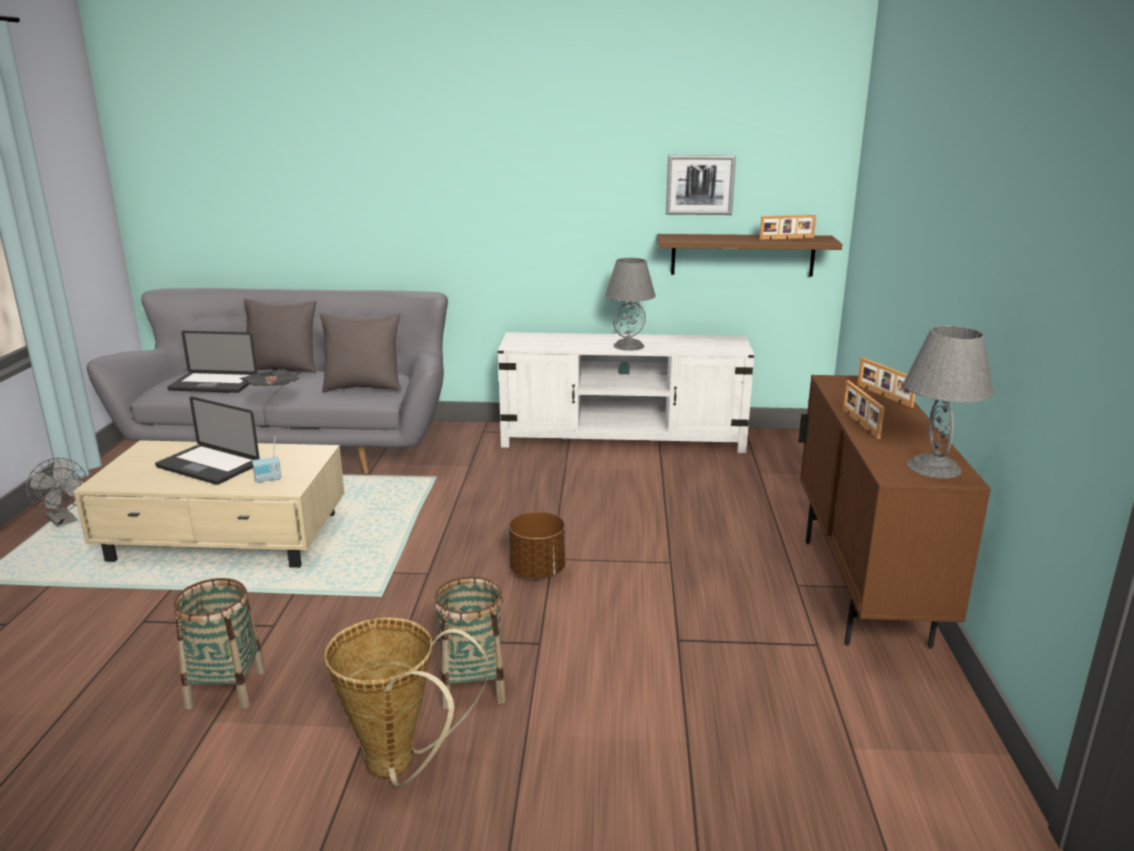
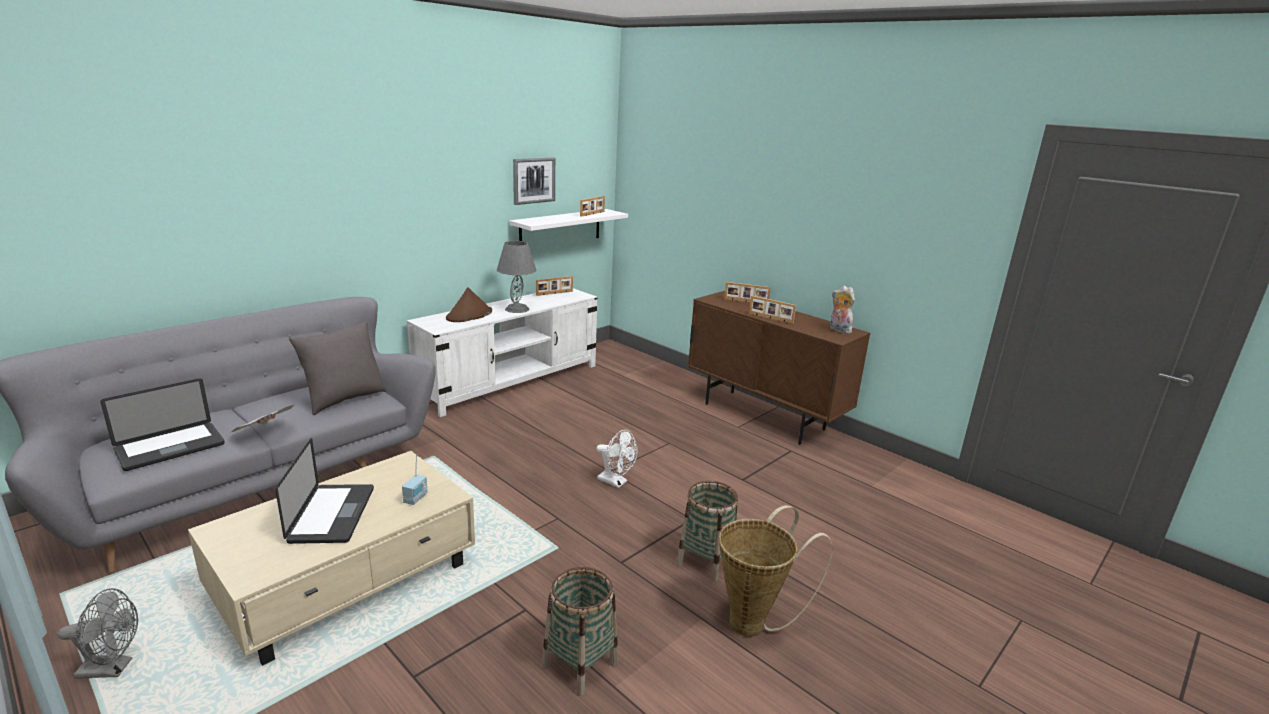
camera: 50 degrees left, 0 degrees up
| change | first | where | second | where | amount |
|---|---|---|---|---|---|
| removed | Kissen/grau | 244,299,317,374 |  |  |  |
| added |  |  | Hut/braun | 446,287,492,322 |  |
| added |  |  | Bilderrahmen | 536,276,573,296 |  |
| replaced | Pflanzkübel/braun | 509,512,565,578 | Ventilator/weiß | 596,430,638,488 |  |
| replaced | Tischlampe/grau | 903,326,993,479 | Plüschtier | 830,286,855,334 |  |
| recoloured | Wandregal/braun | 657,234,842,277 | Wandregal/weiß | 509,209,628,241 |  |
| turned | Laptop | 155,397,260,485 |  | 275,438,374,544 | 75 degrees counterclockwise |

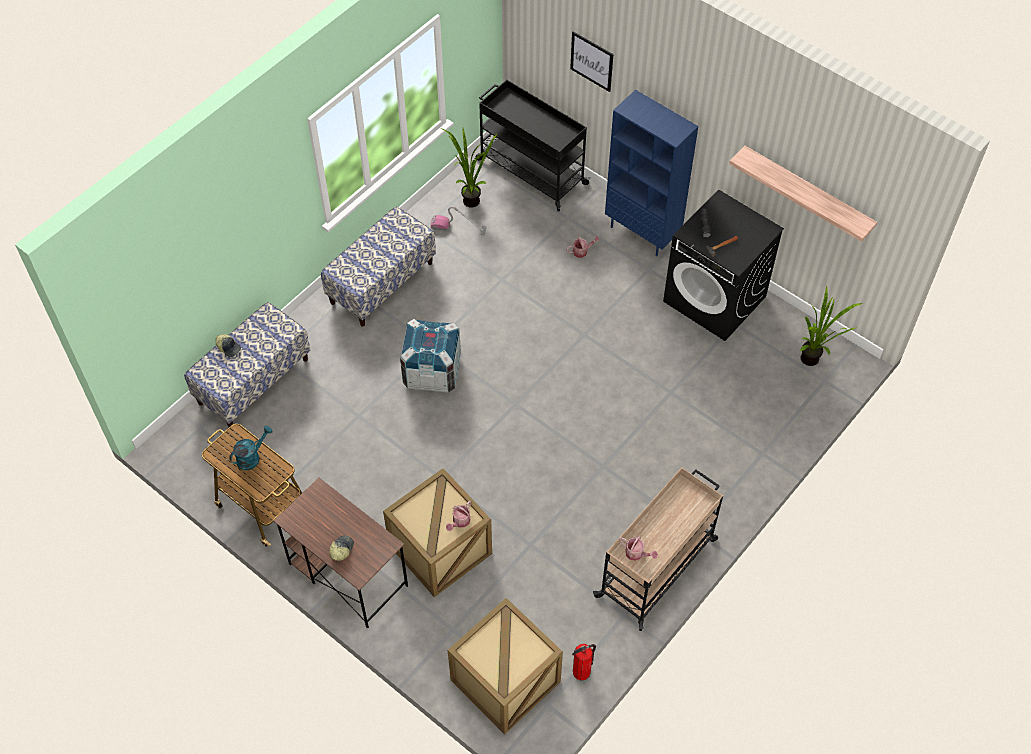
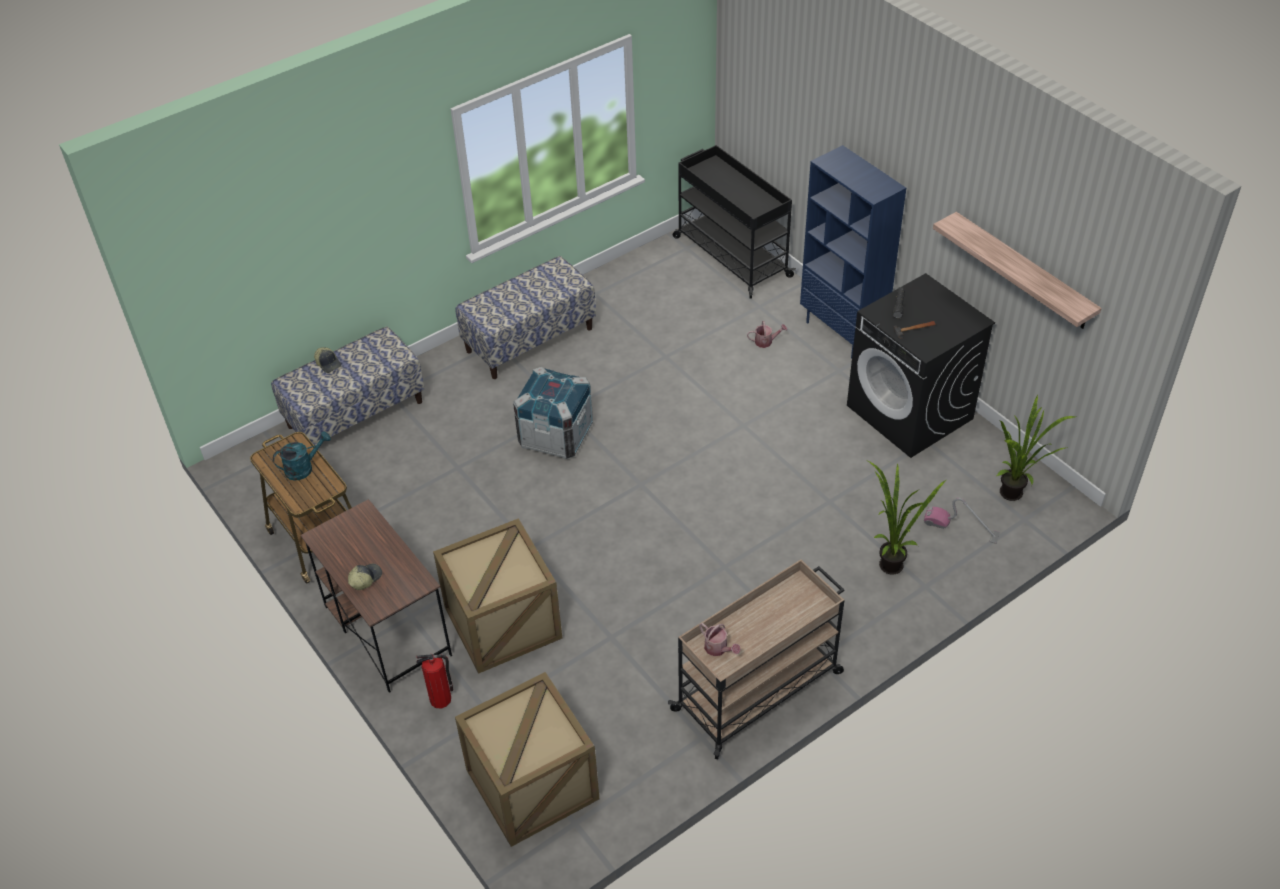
camera: 15 degrees right, 10 degrees down
| change | first | where | second | where | amount |
|---|---|---|---|---|---|
| removed | Gießkanne | 446,501,471,531 |  |  |  |
| removed | Bild | 570,31,613,92 |  |  |  |
| moved | Staubsauger | 431,206,487,235 |  | 924,498,1000,544 |  |
| moved | Topfpflanze | 442,128,498,208 |  | 868,461,946,575 |  |
| moved | Feuerlöscher | 572,644,596,681 |  | 416,654,453,709 |  |

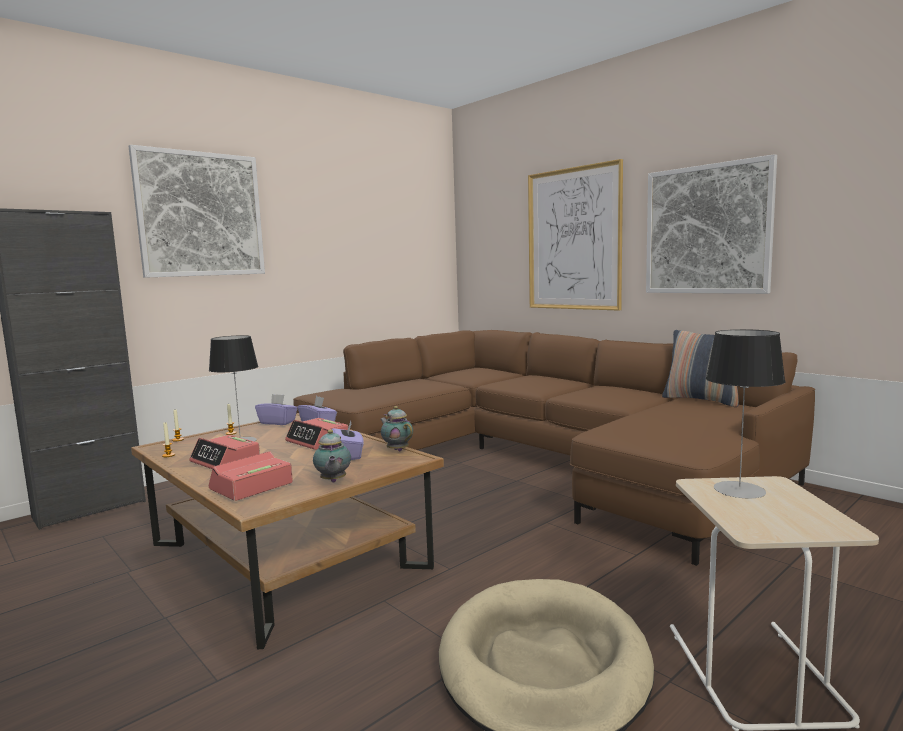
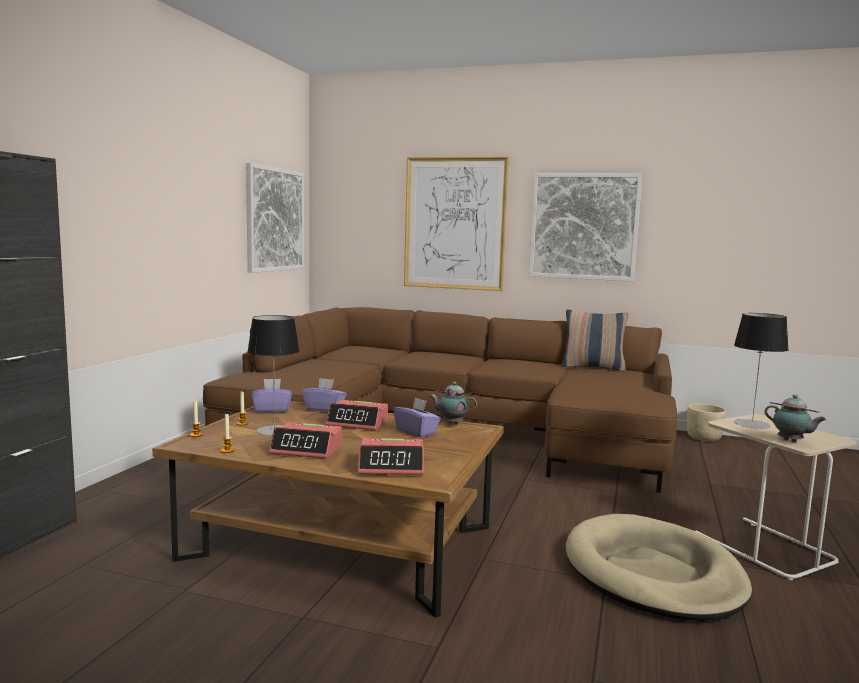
camera: 30 degrees left, 0 degrees up
| change | first | where | second | where | amount |
|---|---|---|---|---|---|
| added |  |  | Pflanzkübel/beige | 687,404,726,442 |  |
| moved | Bild | 129,145,265,278 |  | 246,163,304,273 |  |
| moved | Teekanne | 313,429,351,482 |  | 764,394,826,442 |  |
| turned | Wecker | 209,451,293,501 |  | 358,438,424,475 | 105 degrees counterclockwise |

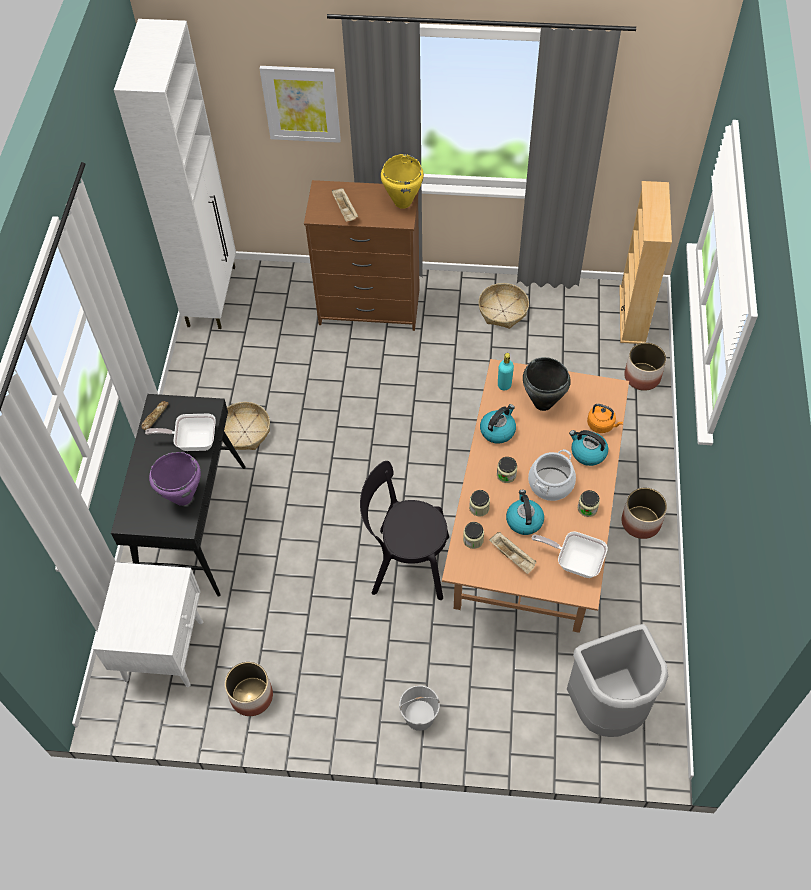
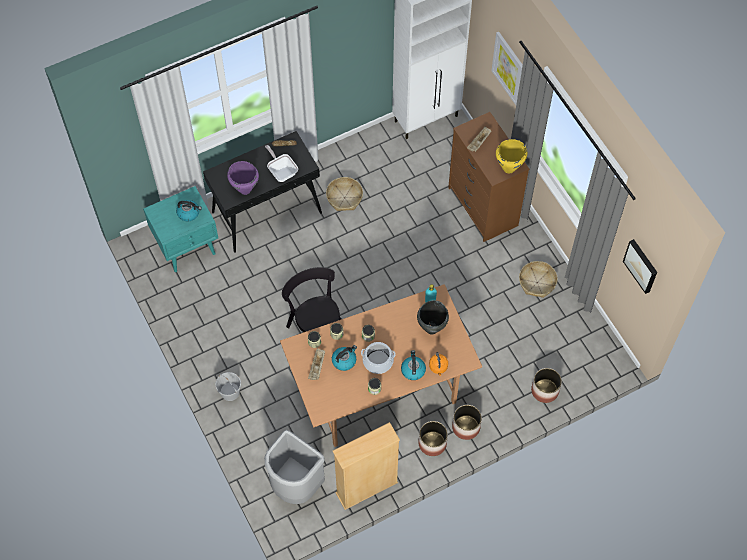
camera: 55 degrees right, 5 degrees up
| change | first | where | second | where | amount |
|---|---|---|---|---|---|
| removed | Pfanne | 531,531,608,578 |  |  |  |
| added |  |  | Bild | 623,239,657,294 |  |
| moved | Pflanzkübel | 225,662,273,716 |  | 452,405,482,440 |  |
| moved | Wasserkessel | 480,404,516,444 |  | 176,200,202,221 |  |
| moved | Bücherregal/beige | 619,181,672,344 |  | 333,422,400,510 |  |
| recoloured | Nachttisch/weiß | 93,562,203,687 | Nachttisch/türkis | 143,186,218,272 |  |

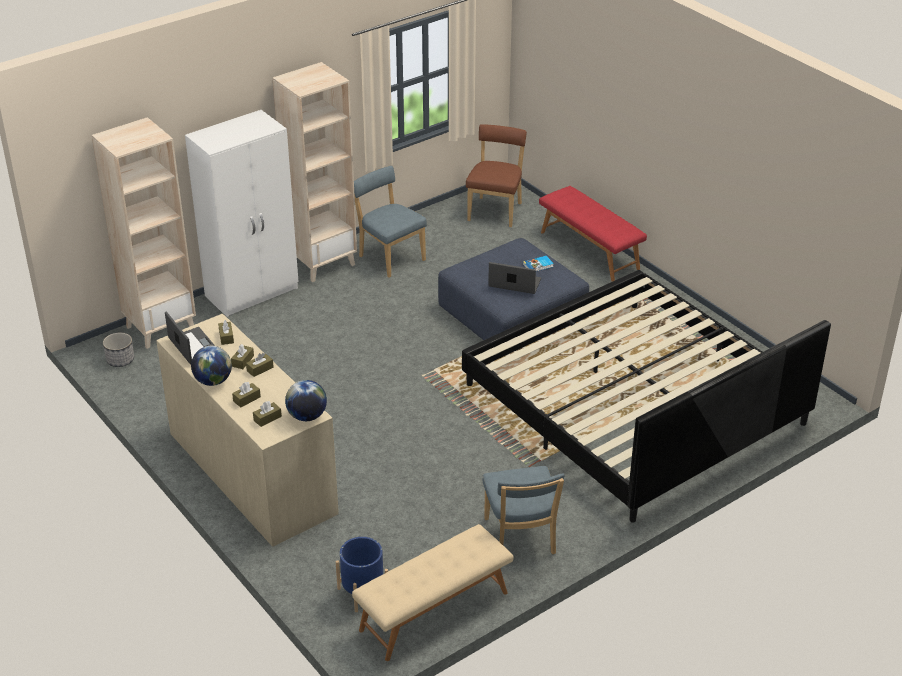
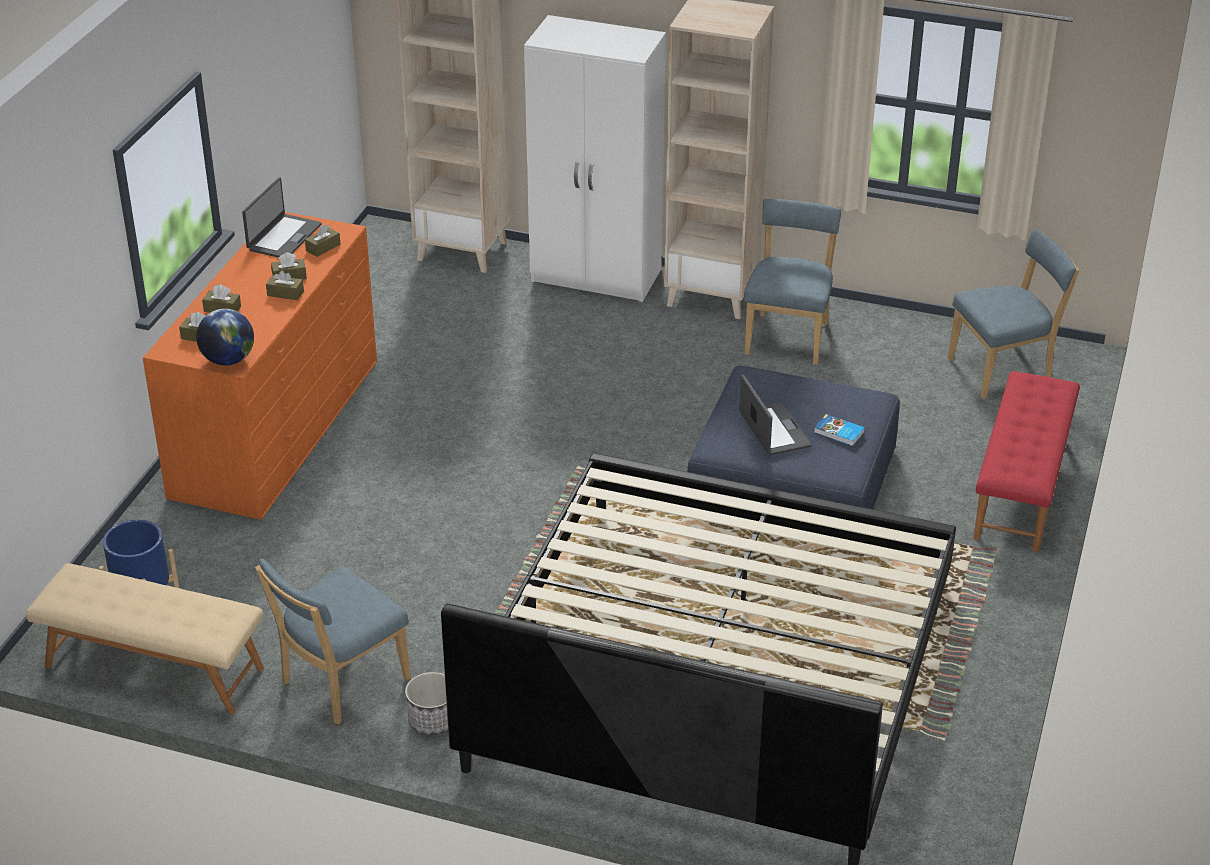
camera: 55 degrees right, 0 degrees up
| change | first | where | second | where | amount |
|---|---|---|---|---|---|
| removed | Globus | 191,346,232,386 |  |  |  |
| moved | Pflanzkübel | 103,333,134,367 |  | 405,672,448,735 |  |
| recoloured | Kommode/beige | 156,313,339,547 | Kommode/orange | 143,212,377,520 |  |
| recoloured | Stuhl/braun | 466,124,527,227 | Stuhl/blau | 948,229,1079,399 |  |

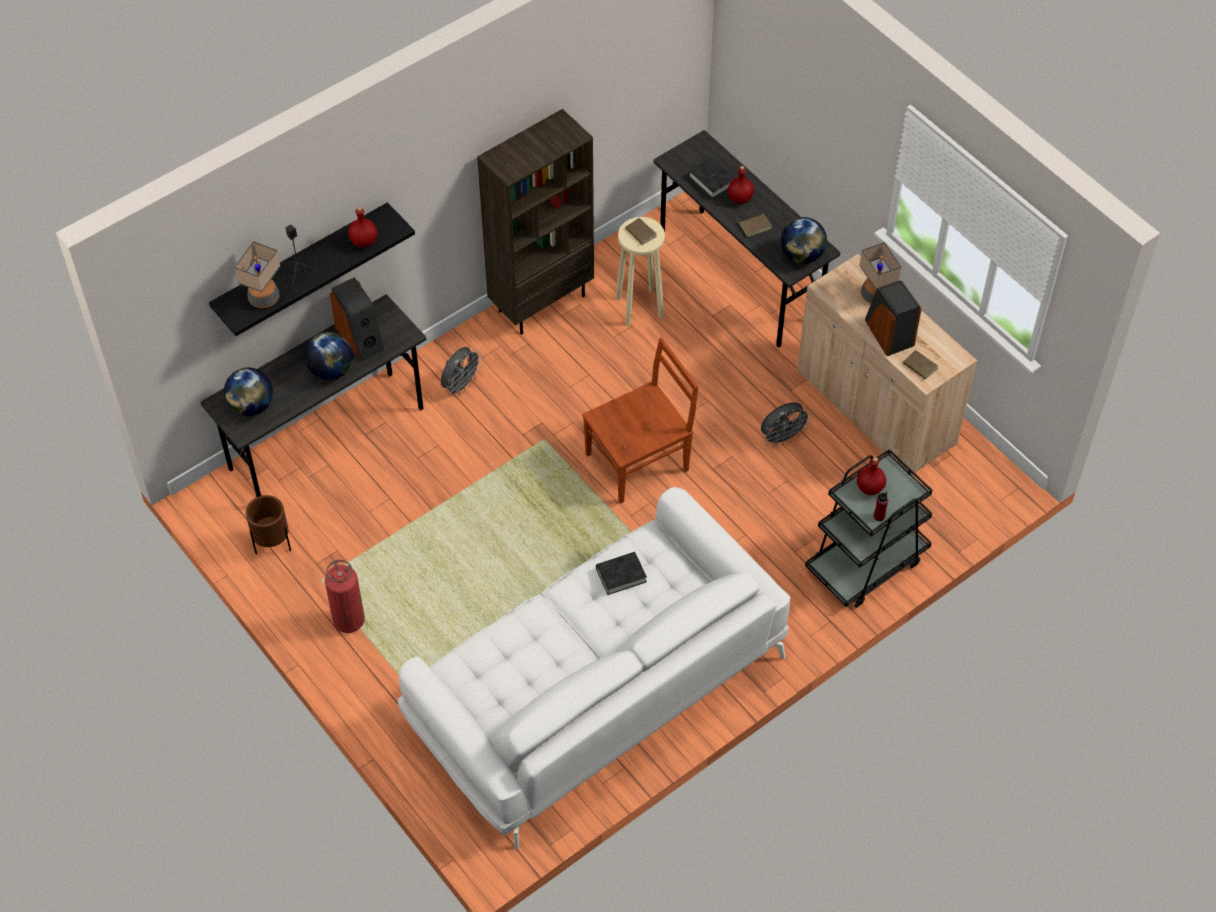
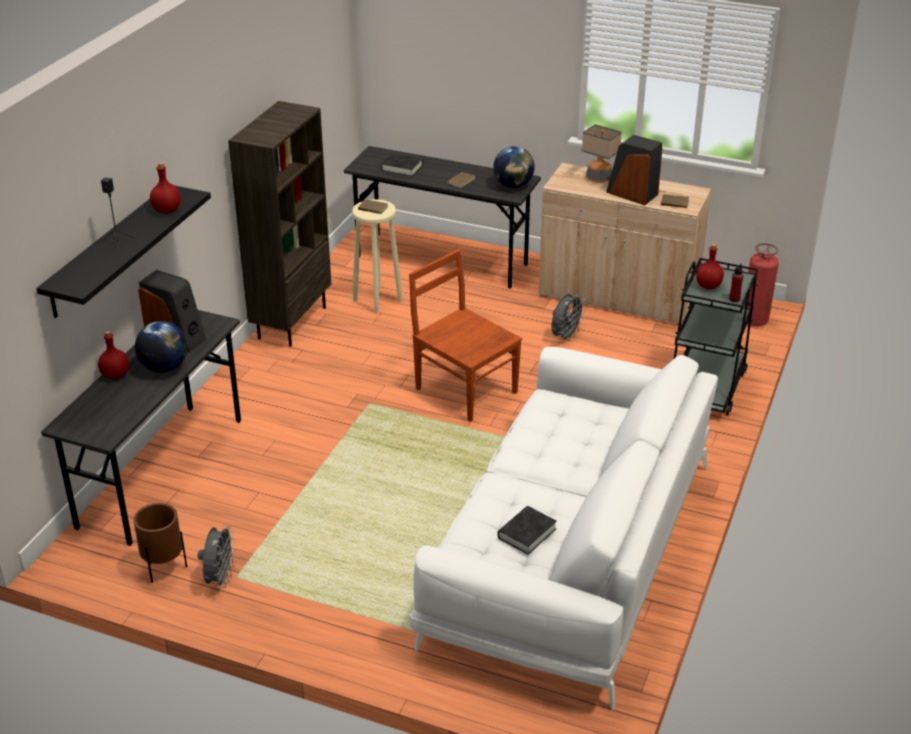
camera: 30 degrees left, 20 degrees down
| change | first | where | second | where | amount |
|---|---|---|---|---|---|
| removed | Globus | 224,368,273,416 |  |  |  |
| removed | Tischlampe | 234,241,280,308 |  |  |  |
| moved | Feuerlöscher | 325,560,365,633 |  | 744,243,779,326 |  |
| moved | Ventilator/grau | 441,347,482,396 |  | 198,525,235,588 |  |
| moved | Buch/schwarz | 596,552,647,595 |  | 498,506,557,555 |  |
| moved | Flasche/rot | 728,166,754,204 |  | 98,331,129,379 |  |
| turned | Stuhl/braun | 582,338,699,504 |  | 409,249,522,422 | 75 degrees counterclockwise |

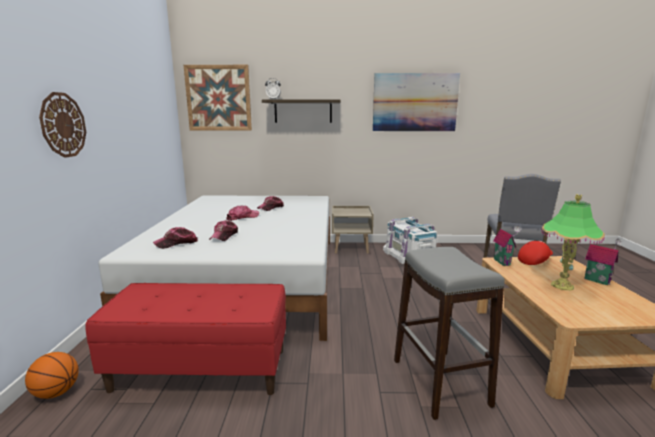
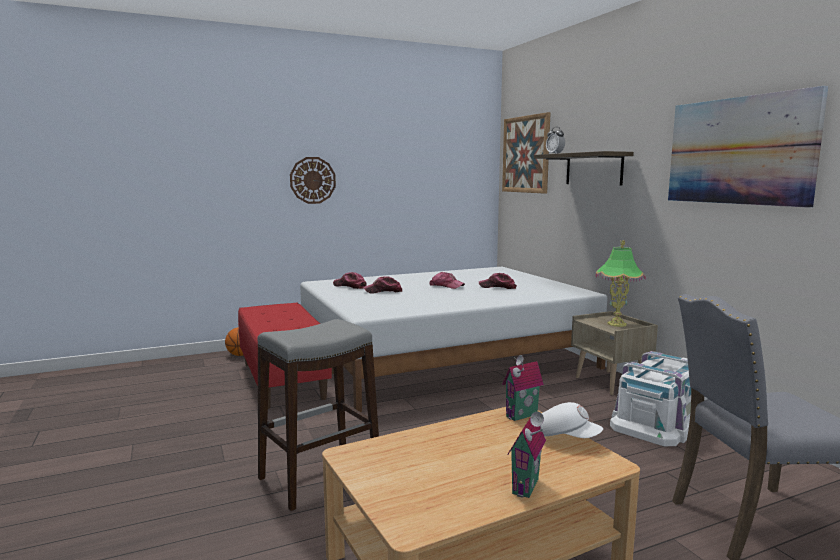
camera: 65 degrees right, 5 degrees down
| change | first | where | second | where | amount |
|---|---|---|---|---|---|
| moved | Tischlampe | 541,194,605,290 |  | 595,240,646,327 |  |
| recoloured | Kappe/rot | 518,241,553,265 | Kappe/weiß | 541,402,603,438 |  |

